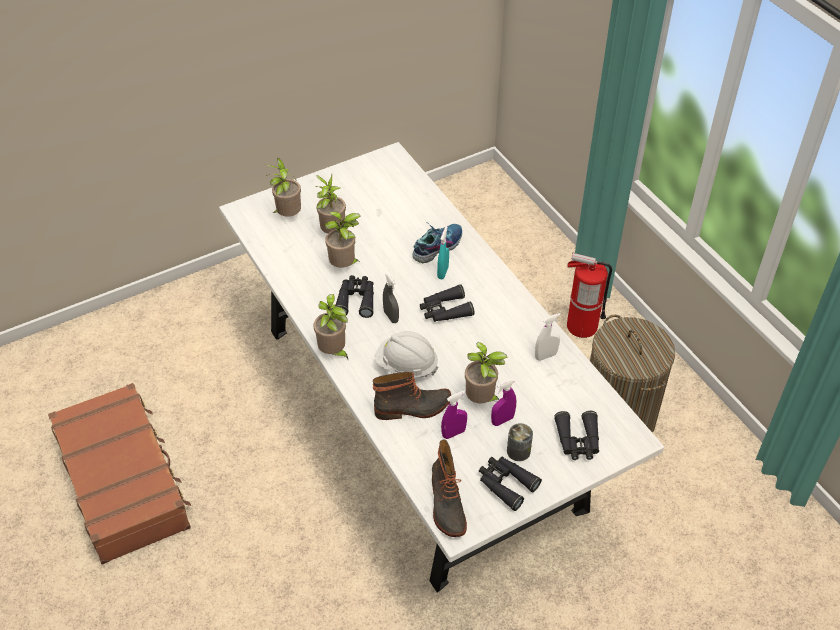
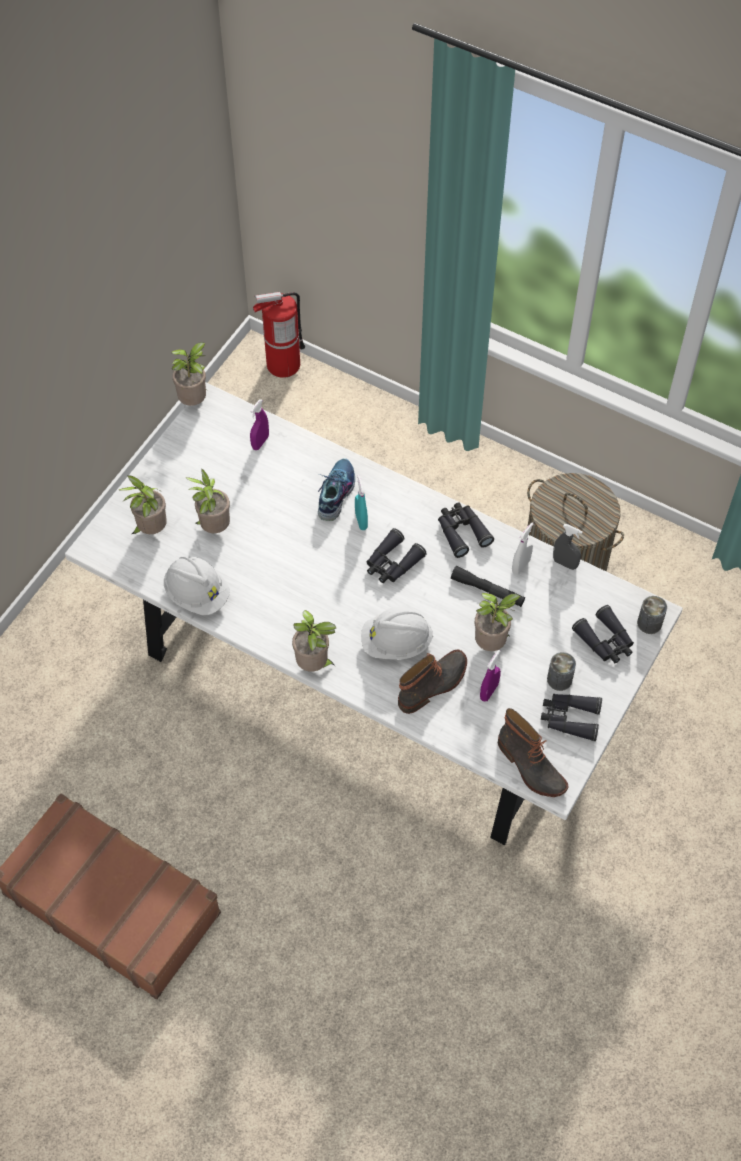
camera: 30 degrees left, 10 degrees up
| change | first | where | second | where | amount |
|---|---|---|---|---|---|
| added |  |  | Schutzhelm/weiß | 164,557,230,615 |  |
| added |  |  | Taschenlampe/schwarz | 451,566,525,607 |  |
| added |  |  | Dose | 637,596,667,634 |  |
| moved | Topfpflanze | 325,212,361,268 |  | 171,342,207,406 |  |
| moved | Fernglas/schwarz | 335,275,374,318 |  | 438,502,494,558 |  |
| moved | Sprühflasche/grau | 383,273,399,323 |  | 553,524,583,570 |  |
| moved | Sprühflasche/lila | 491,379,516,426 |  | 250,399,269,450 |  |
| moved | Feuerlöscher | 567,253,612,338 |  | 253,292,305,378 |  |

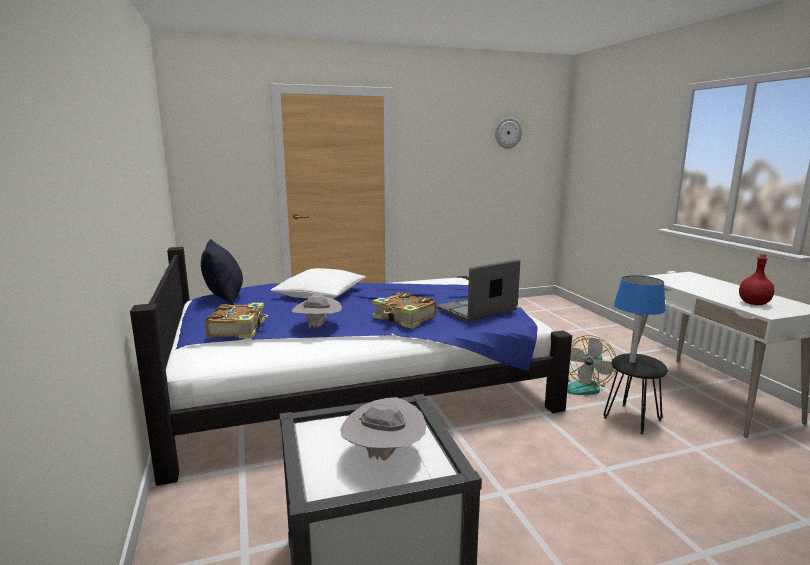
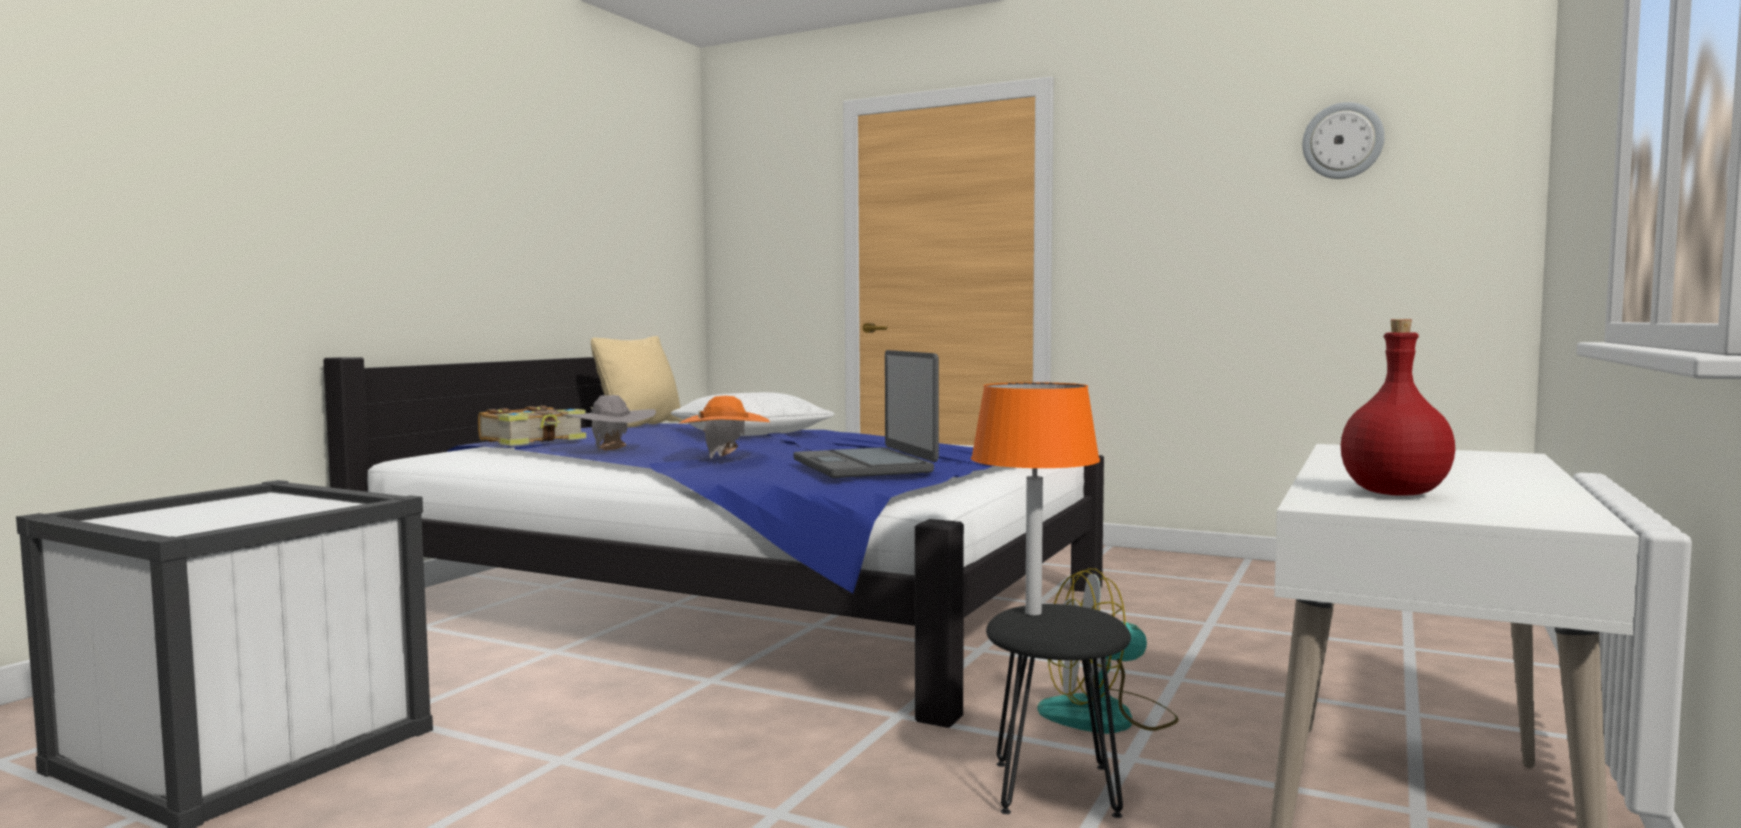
camera: 45 degrees right, 10 degrees down
| change | first | where | second | where | amount |
|---|---|---|---|---|---|
| removed | Hut/grau | 340,397,426,460 |  |  |  |
| replaced | Buch | 372,292,437,328 | Hut/orange | 680,396,770,459 |  |
| recoloured | Kissen/schwarz | 201,239,243,305 | Kissen/beige | 591,336,682,427 |  |
| recoloured | Tischlampe/blau | 613,275,666,363 | Tischlampe/orange | 971,382,1100,615 |  |
| turned | Laptop | 437,259,520,322 |  | 793,350,939,478 | 120 degrees counterclockwise |

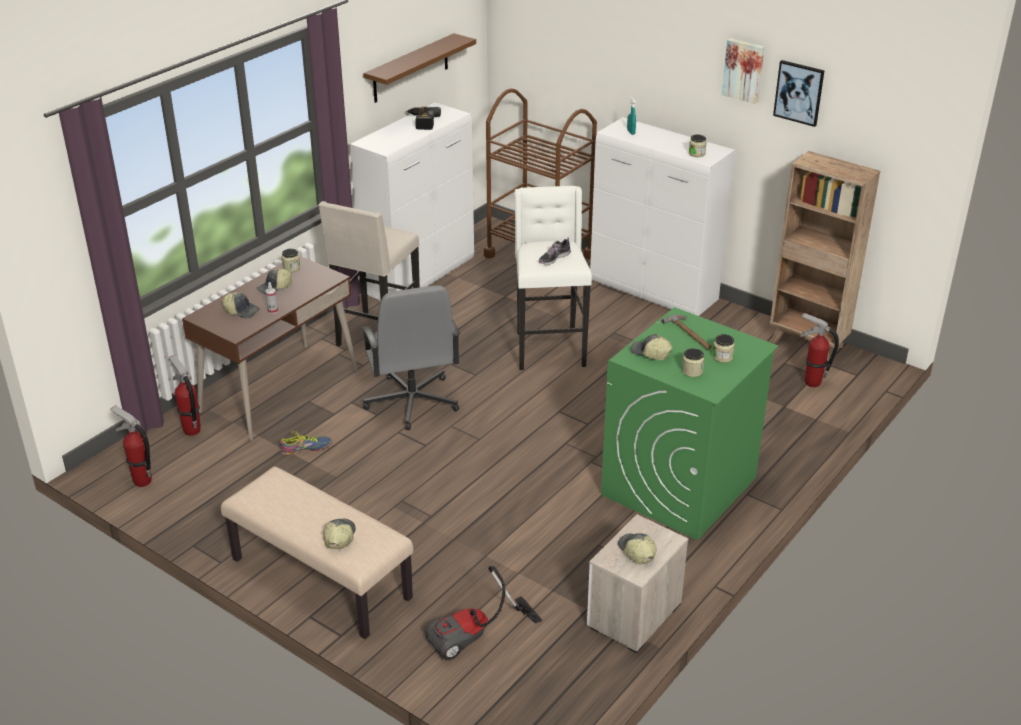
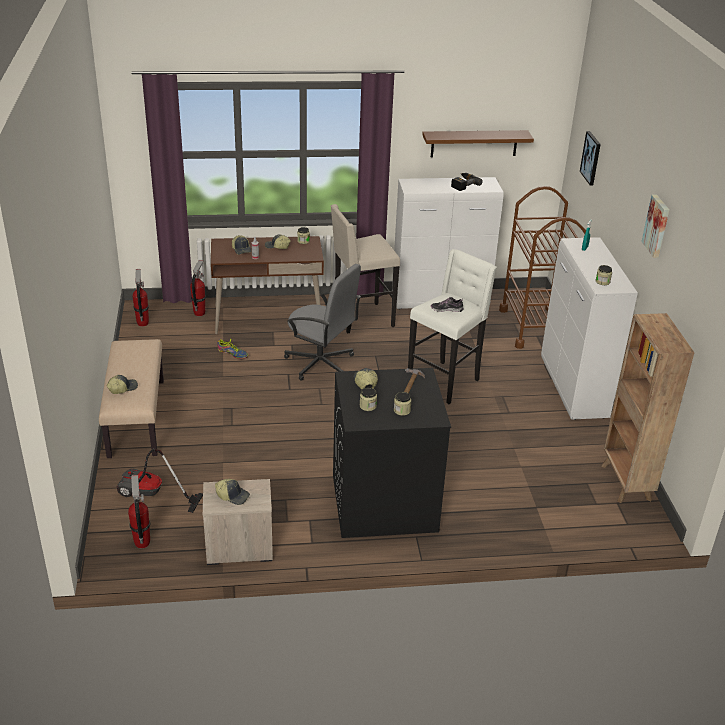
camera: 45 degrees right, 0 degrees up
| change | first | where | second | where | amount |
|---|---|---|---|---|---|
| moved | Bild | 773,60,825,127 |  | 580,131,601,186 |  |
| moved | Feuerlöscher | 800,312,839,387 |  | 128,475,150,548 |  |
| recoloured | Waschmaschine/grün | 601,307,778,540 | Waschmaschine/schwarz | 333,368,451,538 |  |
| turned | Bürostuhl/grau | 361,285,460,430 |  | 284,264,361,381 | 90 degrees counterclockwise |
| turned | Kappe | 618,533,656,565 |  | 215,479,250,505 | 90 degrees clockwise |

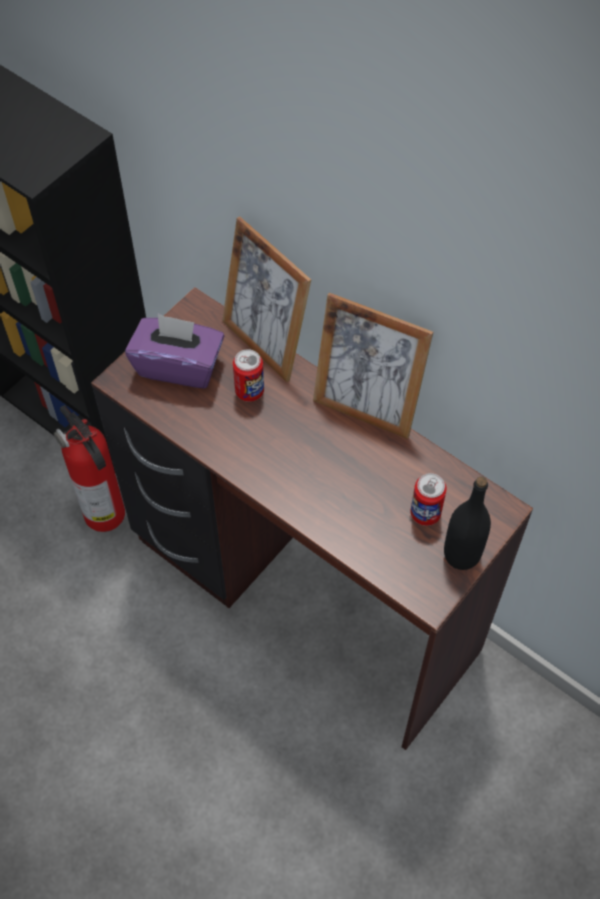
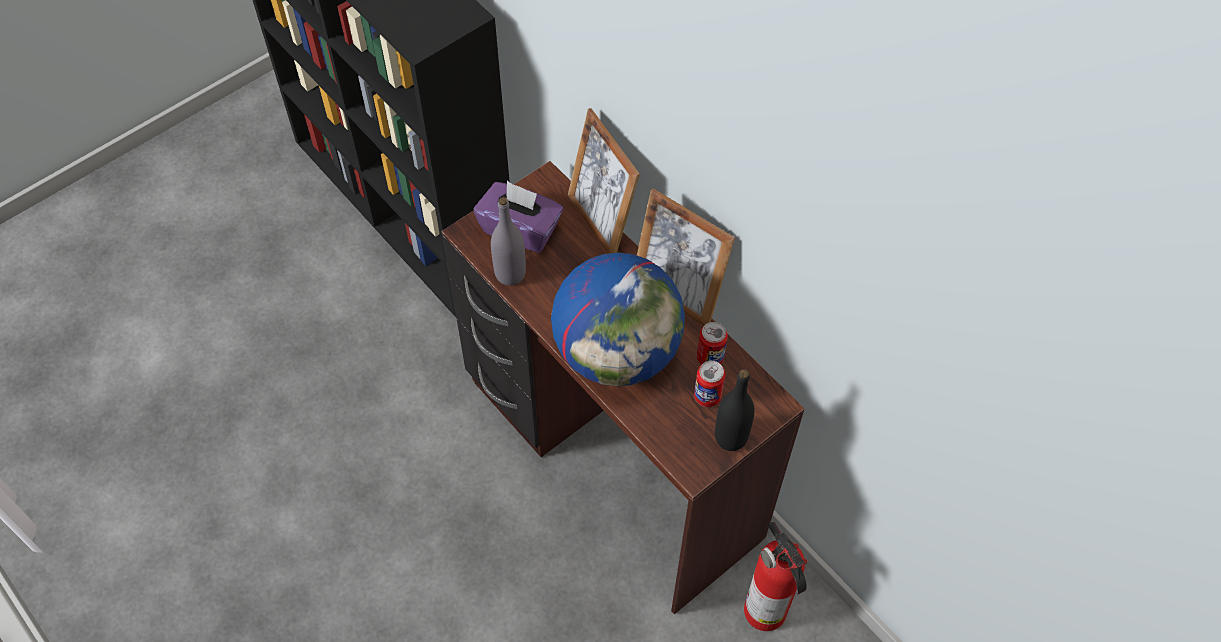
camera: 10 degrees right, 0 degrees up
| change | first | where | second | where | amount |
|---|---|---|---|---|---|
| added |  |  | Flasche/grau | 491,197,526,286 |  |
| added |  |  | Globus | 551,253,685,386 |  |
| moved | Feuerlöscher | 53,405,125,532 |  | 744,522,807,631 |  |
| moved | Dose | 233,349,264,402 |  | 697,322,728,365 |  |

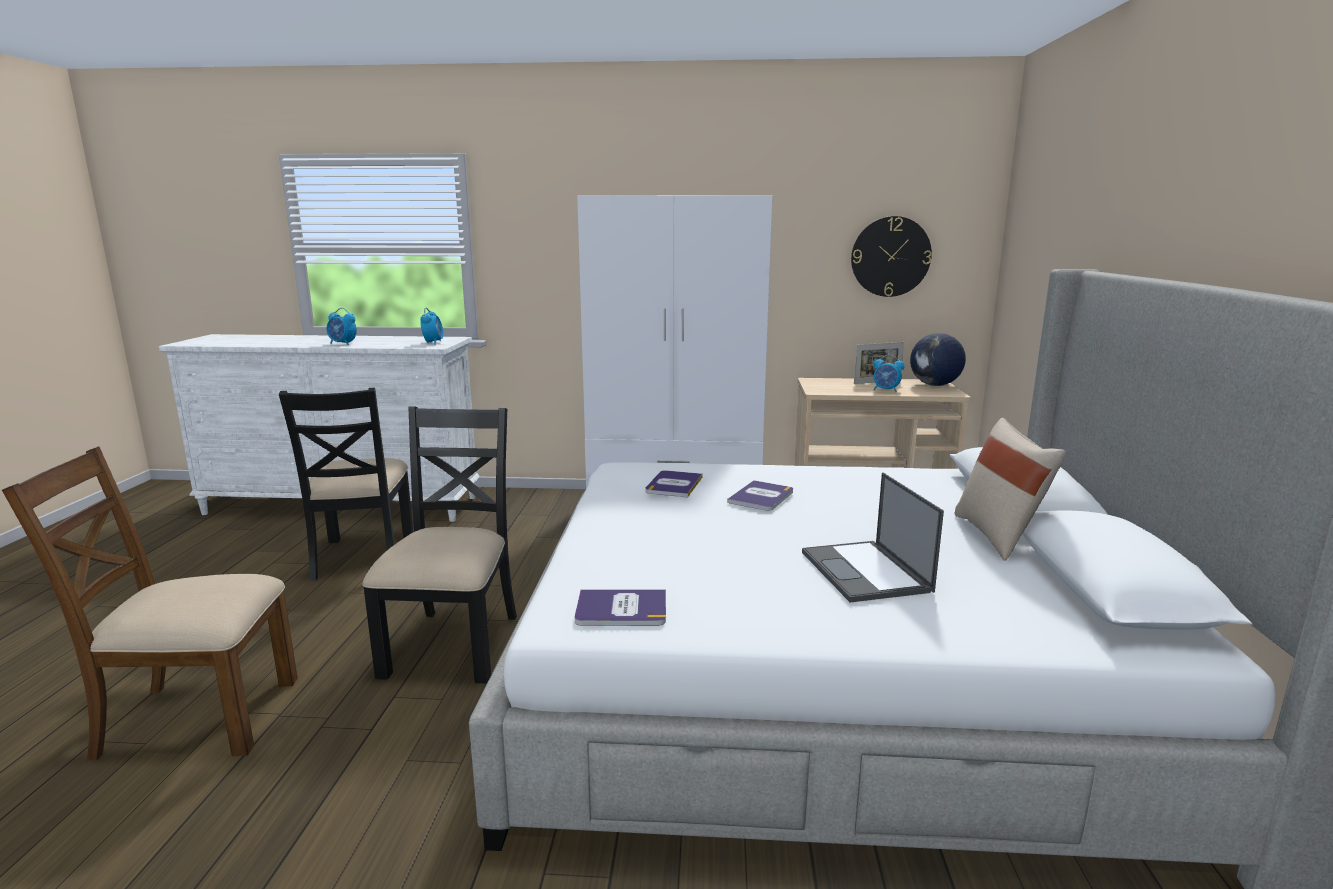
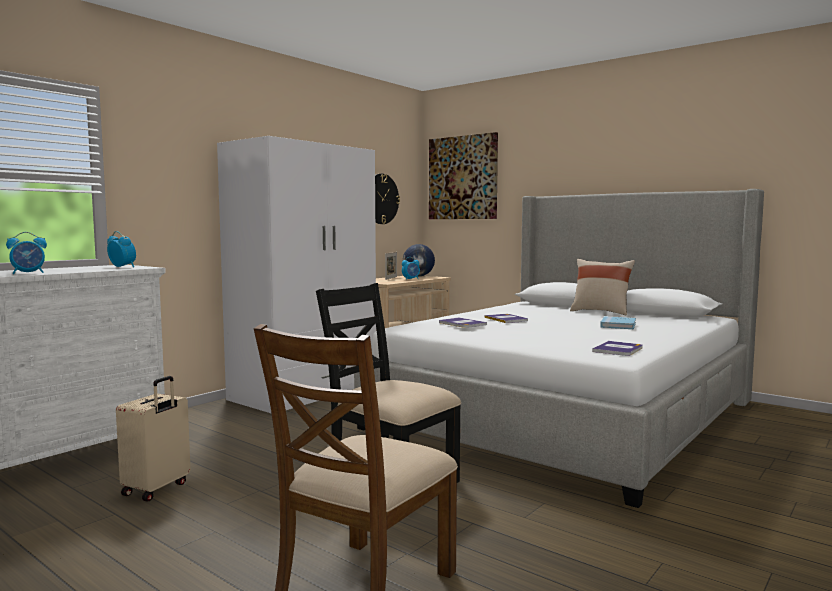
camera: 55 degrees left, 10 degrees down
| change | first | where | second | where | amount |
|---|---|---|---|---|---|
| added |  |  | Bild | 429,132,498,219 |  |
| replaced | Stuhl/schwarz | 279,388,414,581 | Koffer/beige | 116,376,191,501 |  |
| replaced | Laptop | 802,472,944,603 | Buch/blau | 600,316,636,329 |  |

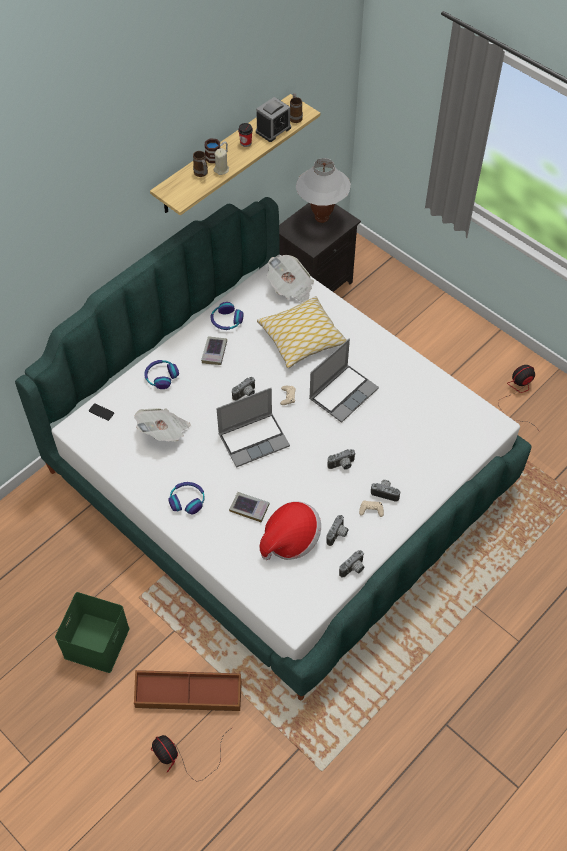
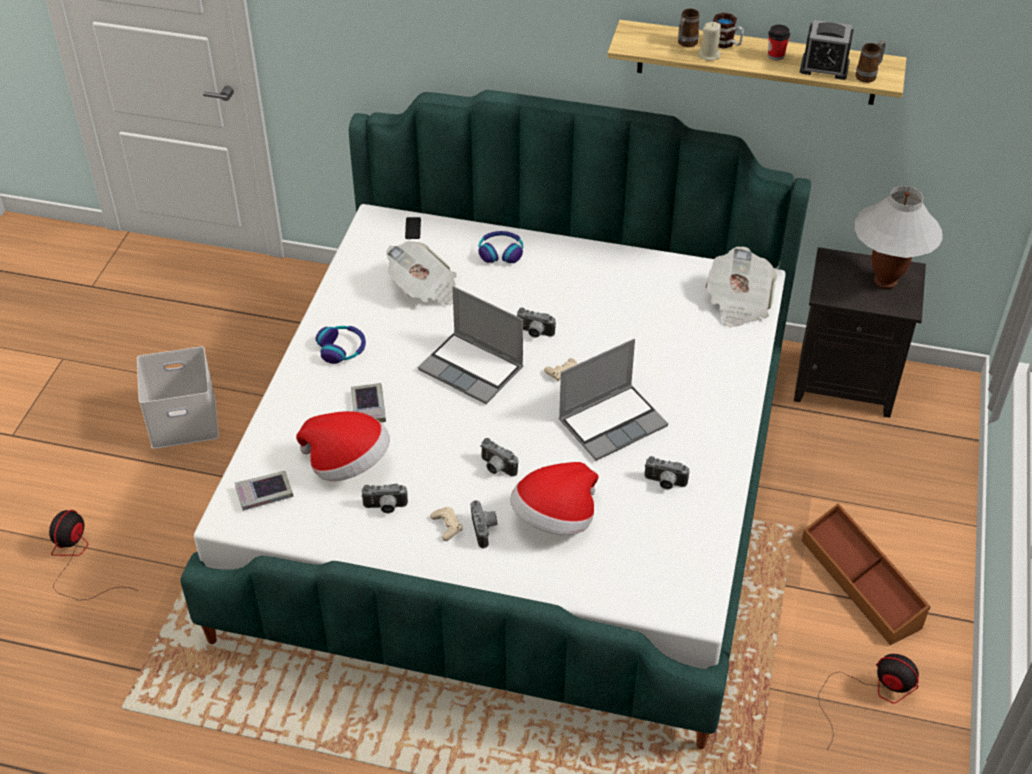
camera: 60 degrees right, 10 degrees down
| change | first | where | second | where | amount |
|---|---|---|---|---|---|
| removed | Kopfhörer | 210,302,244,330 |  |  |  |
| removed | Kissen | 257,296,346,368 |  |  |  |
| added |  |  | Hut | 510,462,598,535 |  |
| moved | Aufbewahrungsbox/braun | 134,670,242,711 |  | 802,503,931,645 |  |
| moved | Buch | 201,336,227,365 |  | 235,471,294,511 |  |
| moved | Kamera | 339,550,364,578 |  | 644,456,690,490 |  |
| recoloured | Aufbewahrungsbox/grün | 55,592,130,673 | Aufbewahrungsbox/weiß | 137,346,219,449 |  |
| turned | Laptop | 309,339,379,423 |  | 559,339,668,461 | 45 degrees counterclockwise |

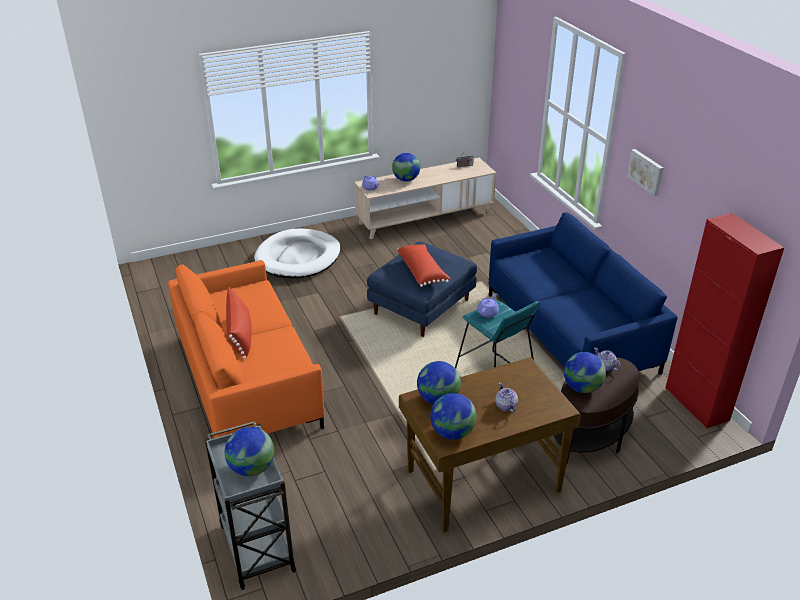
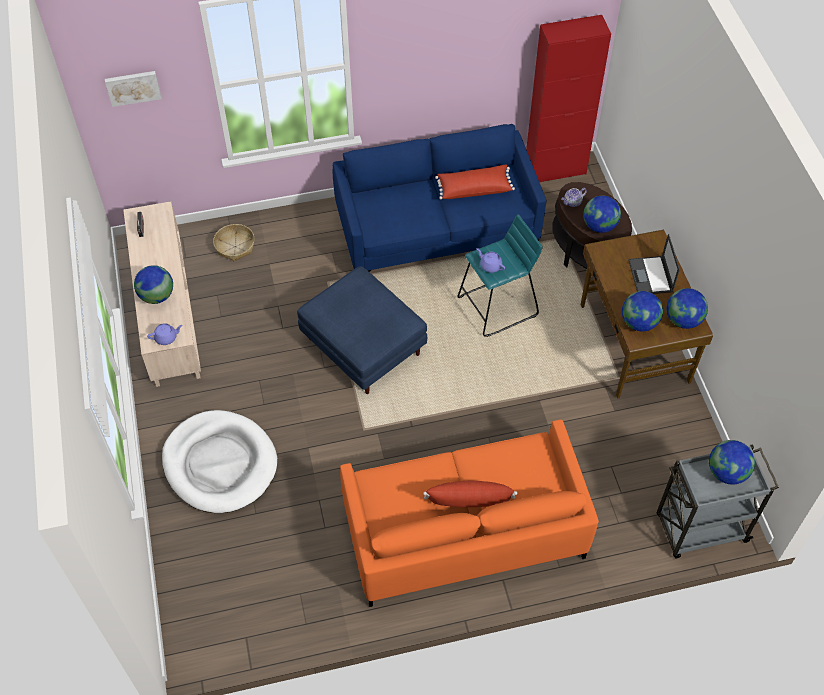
camera: 80 degrees left, 20 degrees up
| change | first | where | second | where | amount |
|---|---|---|---|---|---|
| added |  |  | Korb | 213,224,255,262 |  |
| moved | Kissen/rot | 397,244,450,287 |  | 435,164,515,199 |  |
| moved | Bild | 627,149,663,196 |  | 105,71,162,107 |  |
| replaced | Teekanne | 495,382,518,413 | Laptop | 628,234,680,294 |  |

